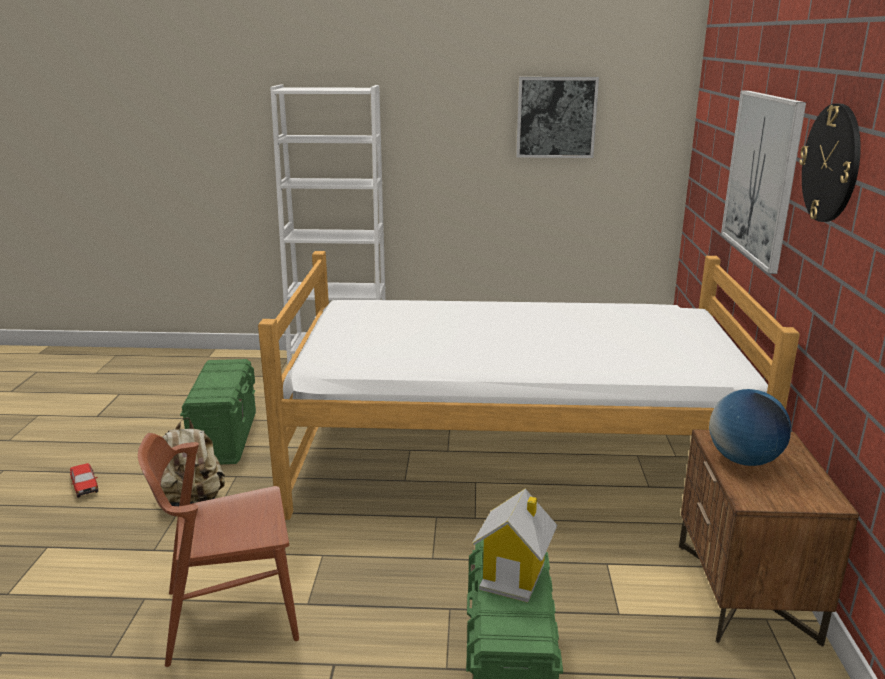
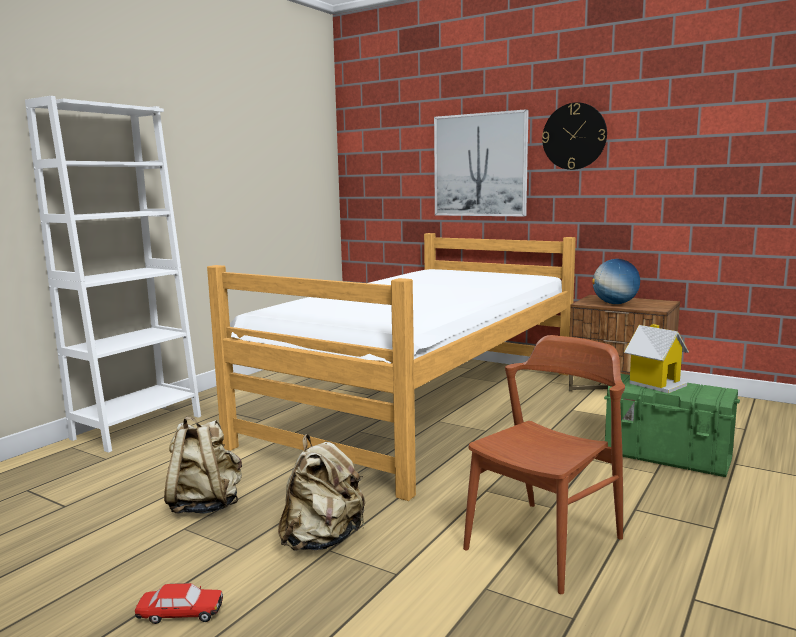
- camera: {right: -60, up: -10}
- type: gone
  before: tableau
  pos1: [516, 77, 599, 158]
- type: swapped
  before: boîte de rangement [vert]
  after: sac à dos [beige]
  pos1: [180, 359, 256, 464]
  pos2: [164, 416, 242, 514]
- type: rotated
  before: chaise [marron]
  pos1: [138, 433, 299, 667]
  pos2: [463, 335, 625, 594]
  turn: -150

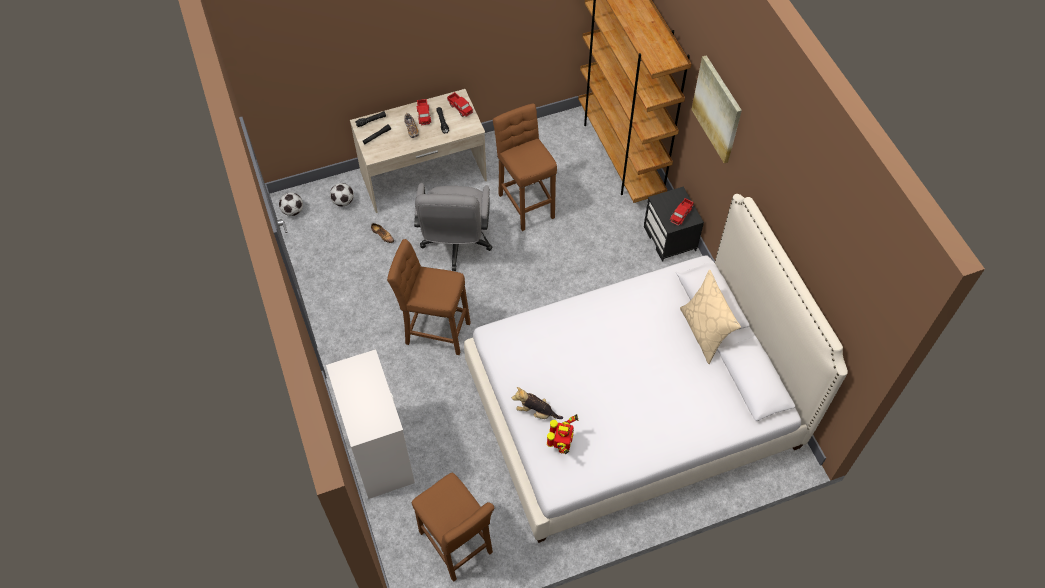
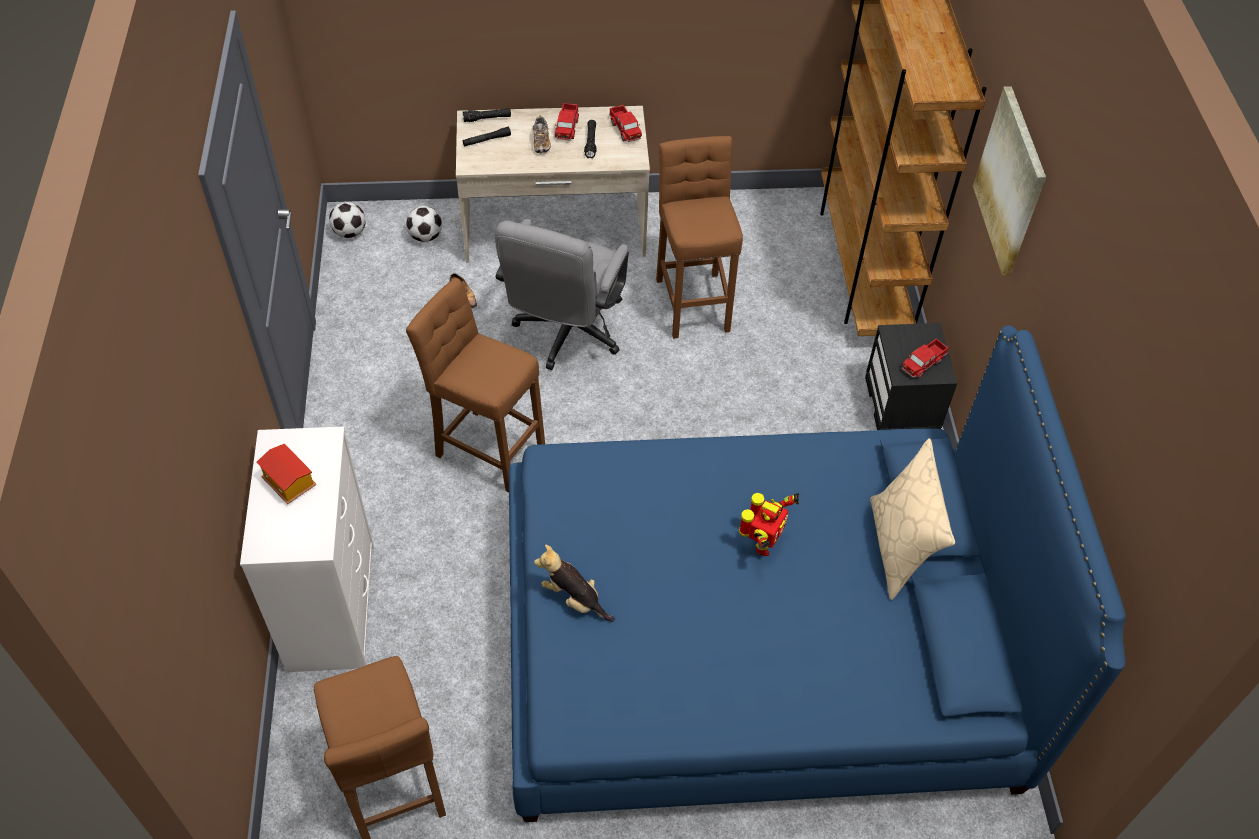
- camera: {right: 15, up: -5}
- type: repainted
  before: lit [blanc]
  after: lit [bleu]
  pos1: [464, 194, 848, 543]
  pos2: [509, 326, 1126, 822]
- type: shifted
  before: robot jouet
  pos1: [547, 414, 579, 455]
  pos2: [739, 493, 799, 556]
- type: new
  after: maison miniature
  pos2: [257, 443, 316, 504]

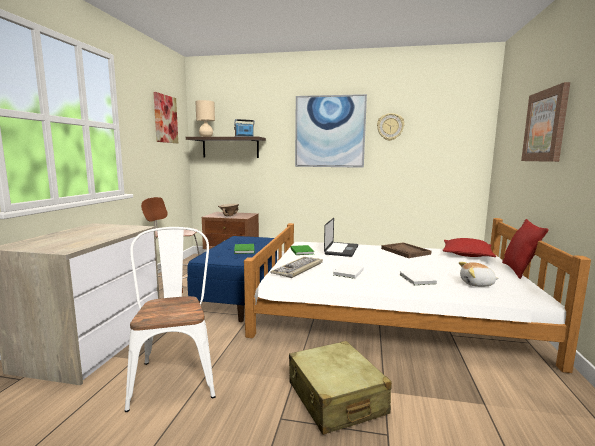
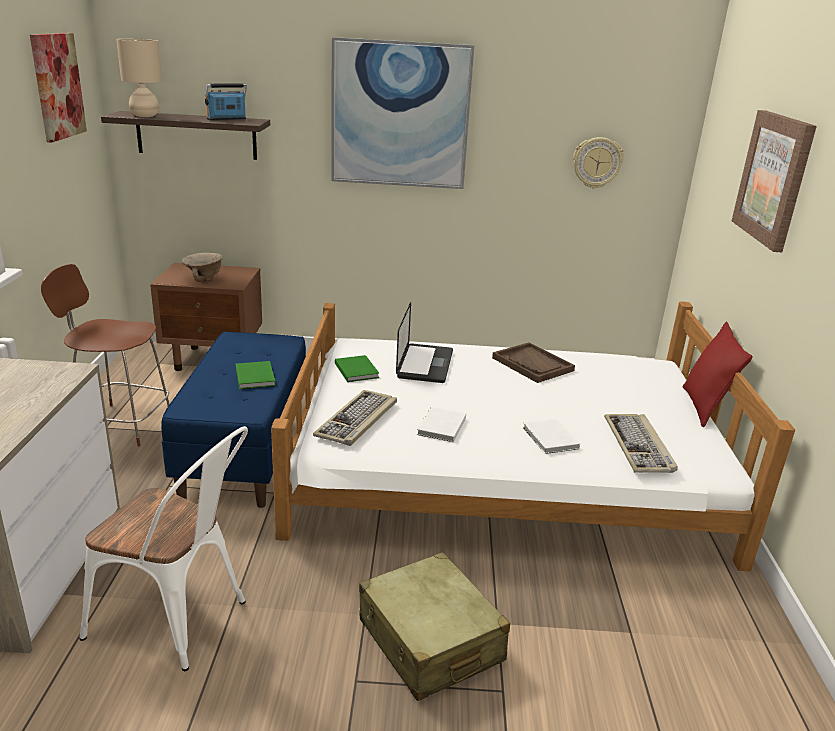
- camera: {right: -10, up: 15}
- type: shifted
  before: horloge murale
  pos1: [377, 113, 404, 141]
  pos2: [573, 137, 624, 189]
- type: rotated
  before: chaise [blanc]
  pos1: [125, 227, 216, 412]
  pos2: [80, 426, 248, 671]
  turn: 135
- type: gone
  before: coussin [rouge]
  pos1: [443, 238, 496, 257]
- type: swapped
  before: peluche
  after: clavier
  pos1: [459, 262, 499, 287]
  pos2: [604, 414, 678, 473]

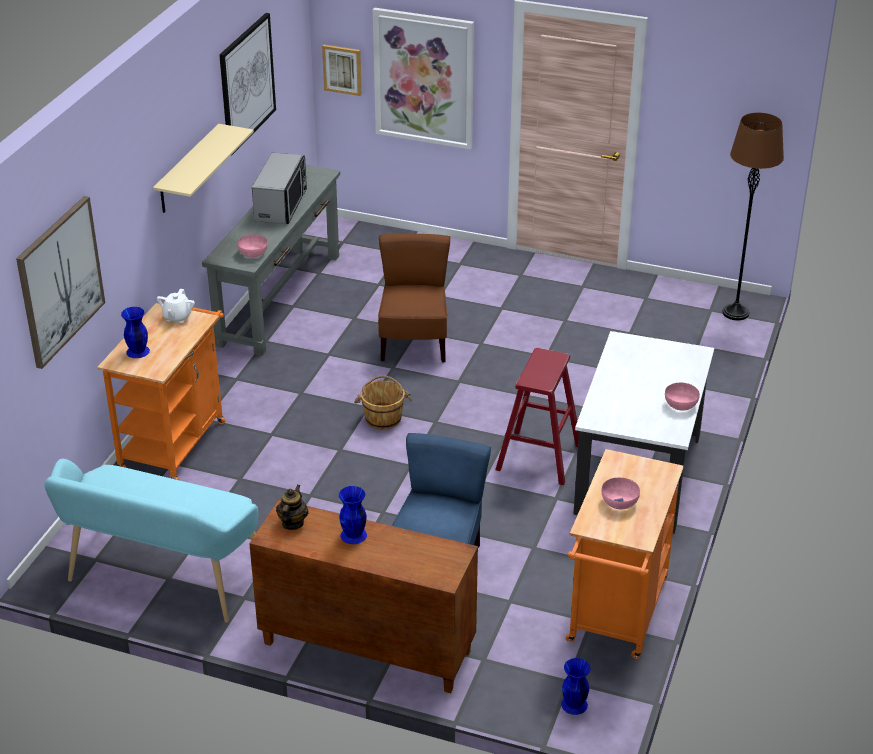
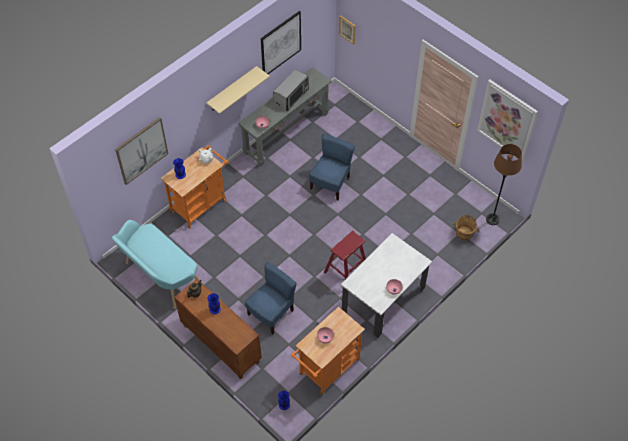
- camera: {right: 25, up: 20}
- type: shifted
  before: tableau
  pos1: [373, 8, 474, 150]
  pos2: [477, 80, 538, 161]
- type: repainted
  before: chaise [marron]
  after: chaise [bleu]
  pos1: [378, 234, 450, 363]
  pos2: [309, 134, 355, 200]
- type: shifted
  before: seau [marron]
  pos1: [354, 375, 412, 429]
  pos2: [453, 215, 479, 240]

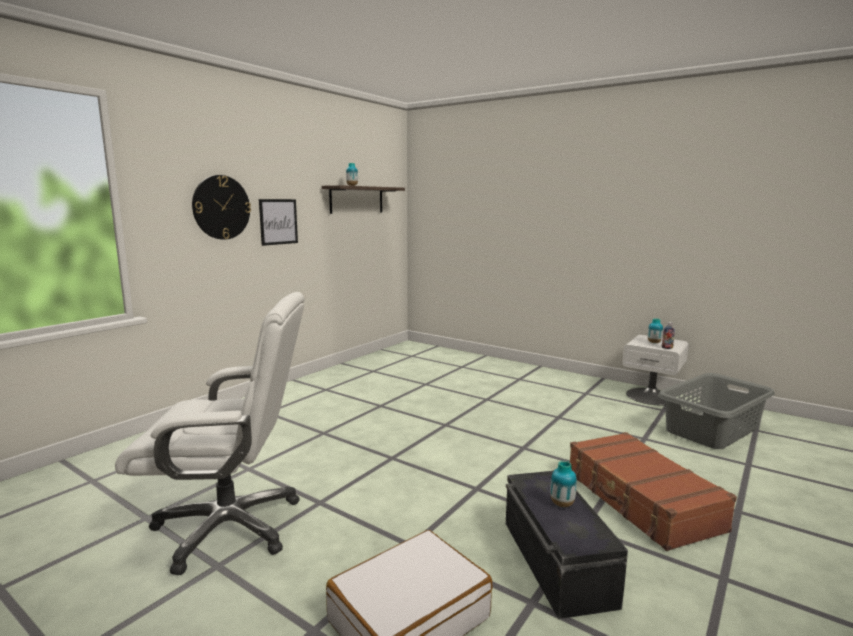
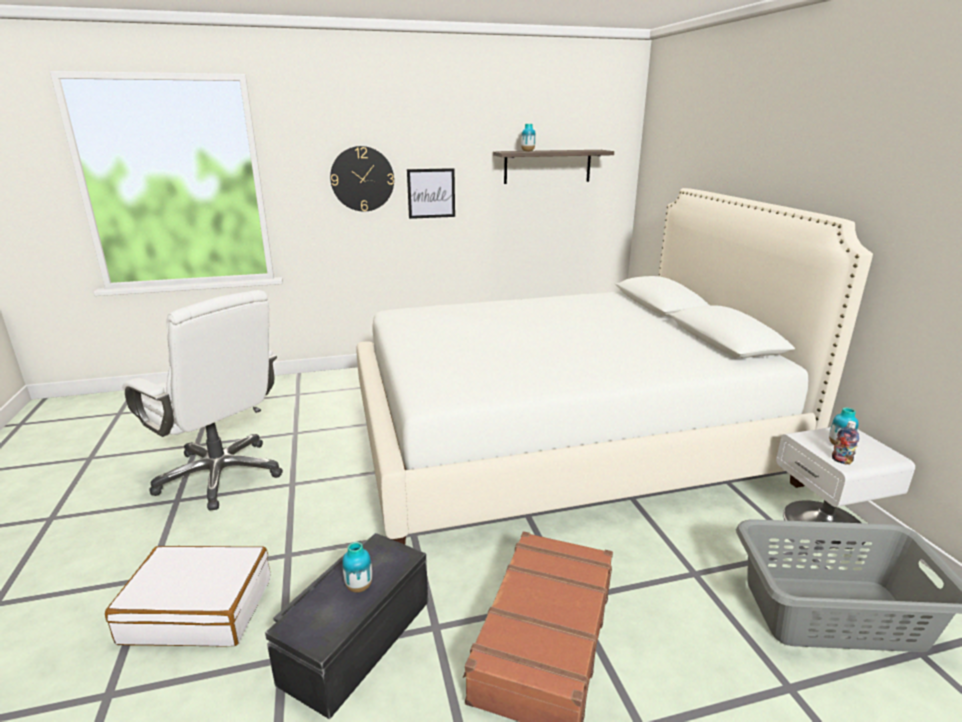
- camera: {right: 40, up: 10}
- type: new
  after: lit [blanc]
  pos2: [357, 188, 873, 545]

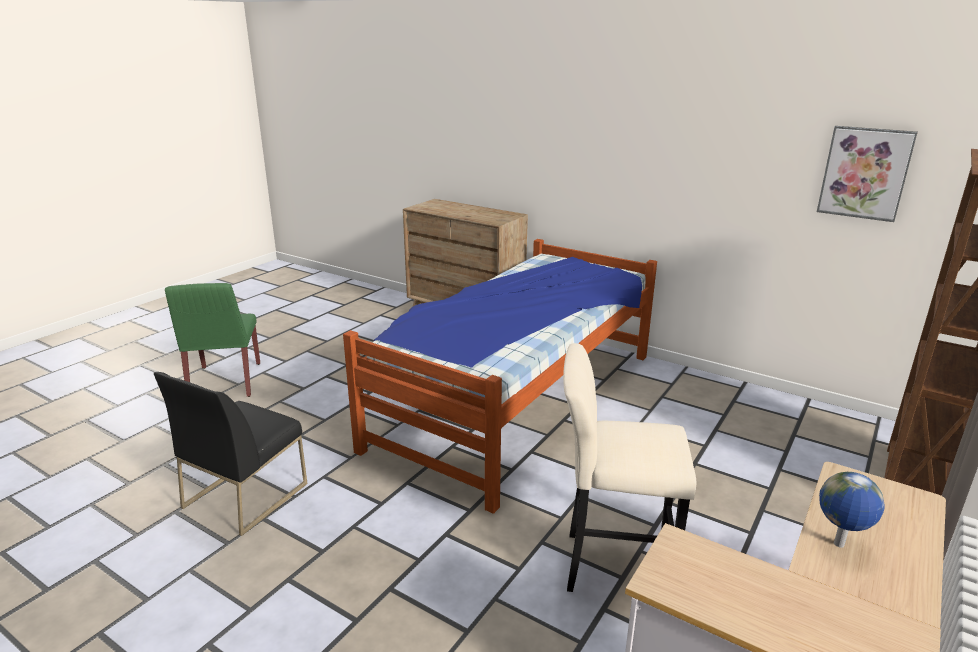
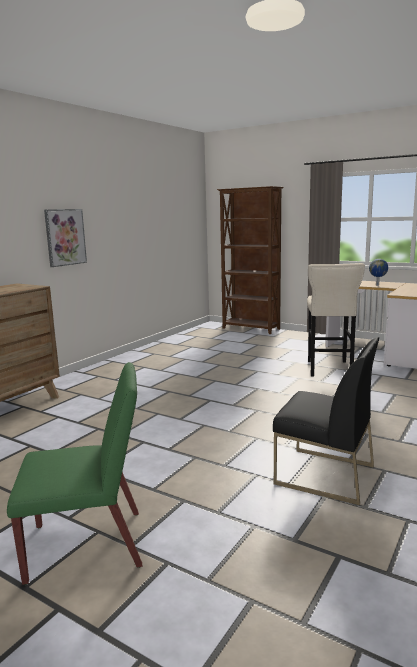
- camera: {right: -90, up: -10}
- type: shifted
  before: tableau
  pos1: [817, 126, 918, 222]
  pos2: [44, 209, 87, 267]
- type: gone
  before: lit
  pos1: [343, 239, 657, 514]

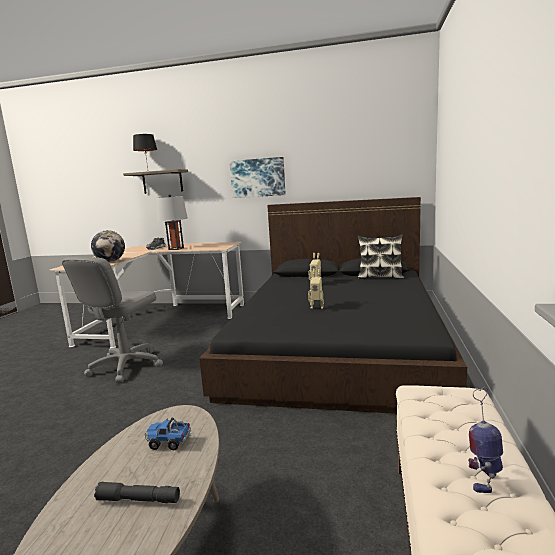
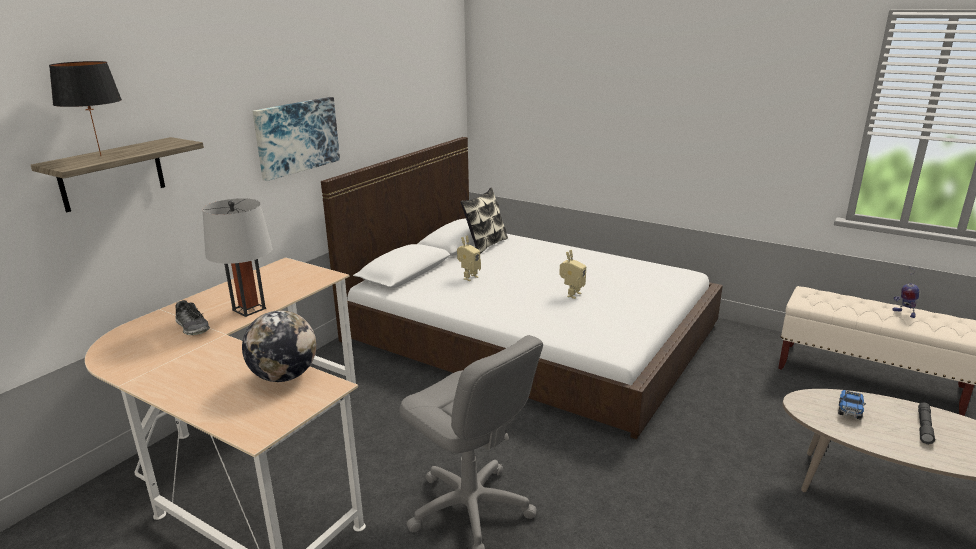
- camera: {right: -70, up: 10}
- type: repainted
  before: lit [noir]
  after: lit [blanc]
  pos1: [199, 197, 467, 414]
  pos2: [321, 137, 723, 439]

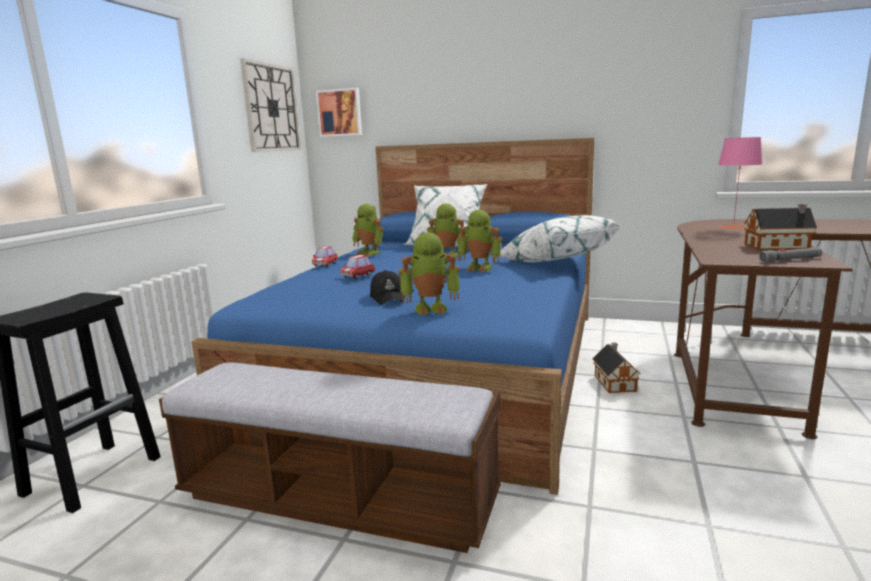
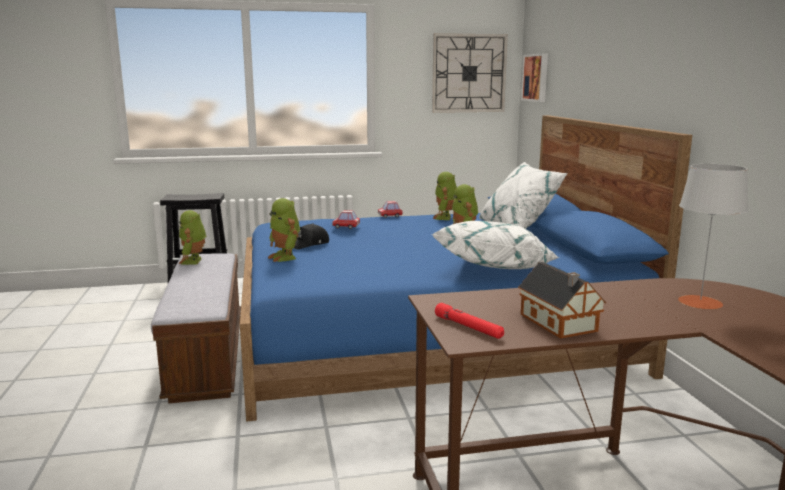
- camera: {right: 60, up: 0}
- type: repainted
  before: lampe de table [rose]
  after: lampe de table [gris]
  pos1: [718, 137, 762, 229]
  pos2: [678, 164, 748, 309]
- type: shifted
  before: robot jouet
  pos1: [457, 210, 502, 272]
  pos2: [179, 210, 206, 265]
- type: repainted
  before: lampe de poche [gris]
  after: lampe de poche [rouge]
  pos1: [759, 248, 822, 263]
  pos2: [435, 303, 504, 339]
- type: gone
  before: maison miniature
  pos1: [593, 343, 639, 393]

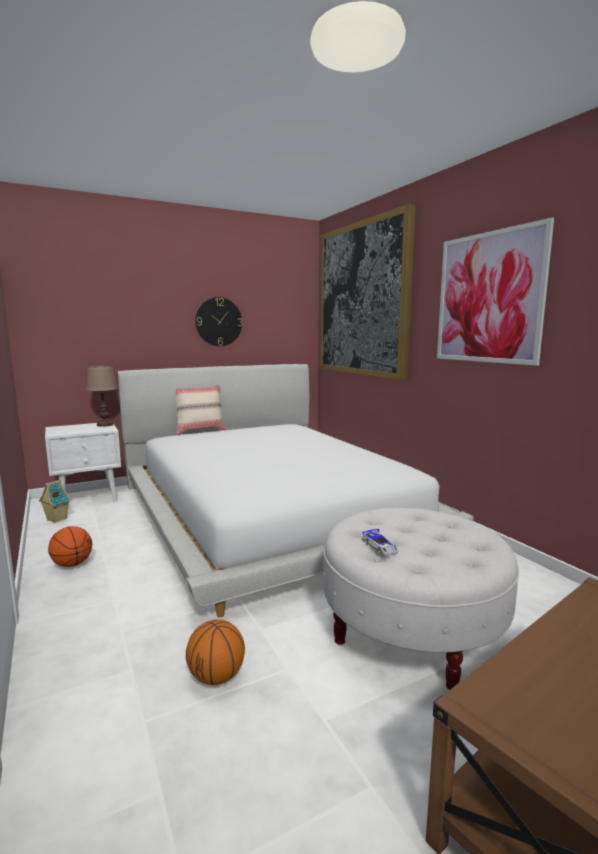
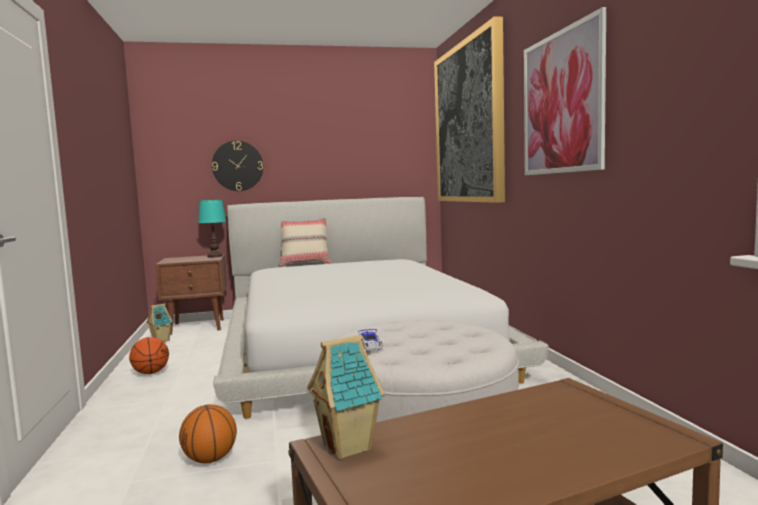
- camera: {right: 15, up: -5}
- type: shifted
  before: horloge murale
  pos1: [195, 297, 242, 346]
  pos2: [212, 141, 263, 191]
- type: repainted
  before: lampe de table [marron]
  after: lampe de table [turquoise]
  pos1: [86, 365, 117, 427]
  pos2: [198, 200, 227, 257]
- type: repainted
  before: table de chevet [blanc]
  after: table de chevet [marron]
  pos1: [45, 423, 121, 503]
  pos2: [155, 254, 227, 335]
- type: new
  after: maison miniature
  pos2: [307, 335, 385, 460]

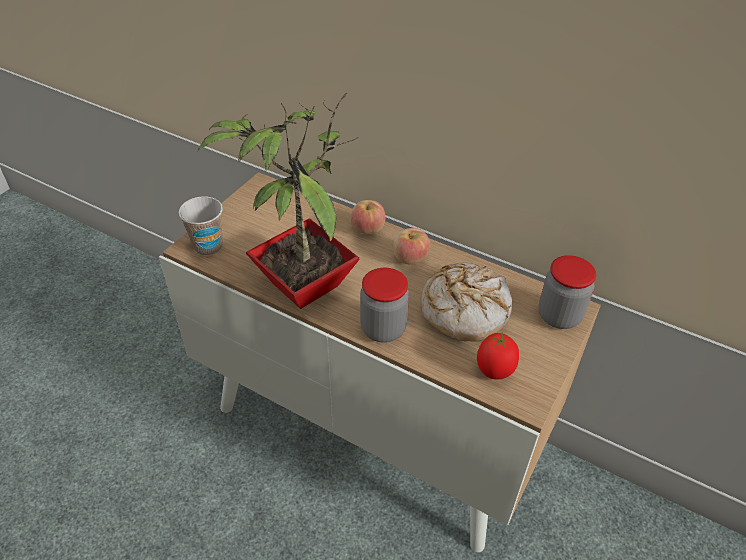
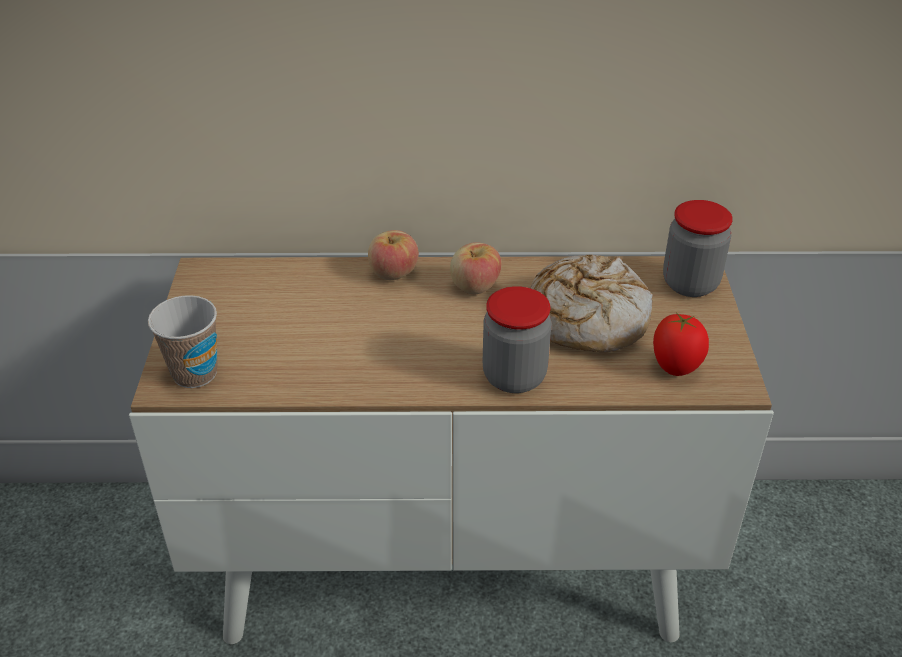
- camera: {right: -30, up: -5}
- type: gone
  before: plante en pot
  pos1: [198, 93, 360, 309]

